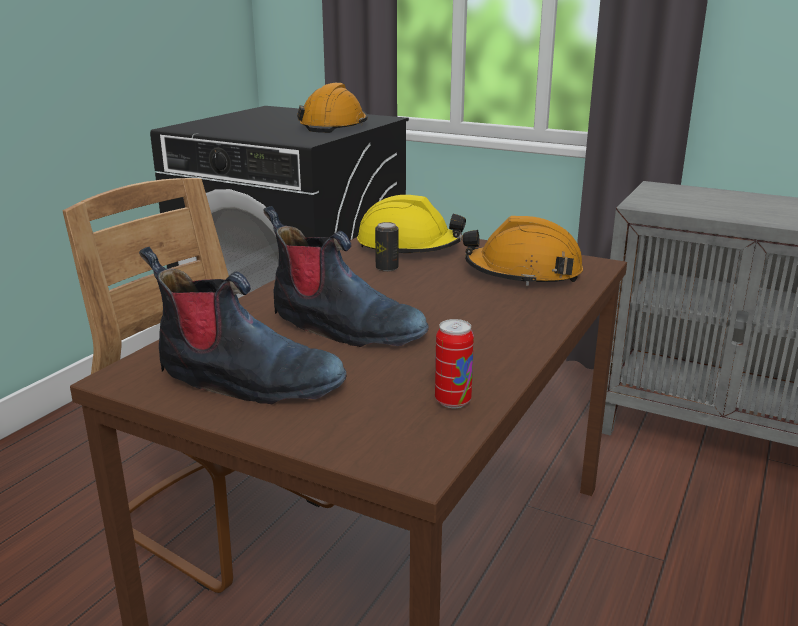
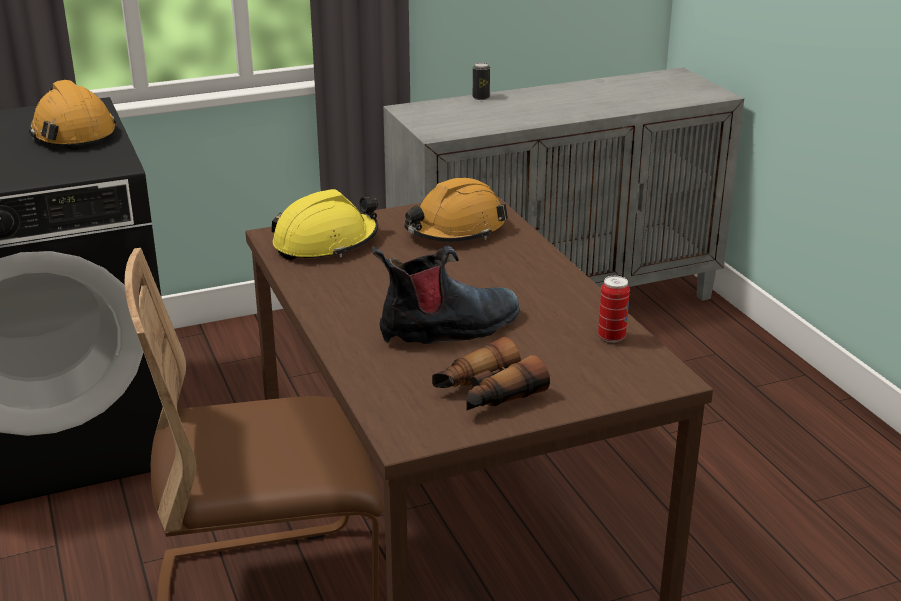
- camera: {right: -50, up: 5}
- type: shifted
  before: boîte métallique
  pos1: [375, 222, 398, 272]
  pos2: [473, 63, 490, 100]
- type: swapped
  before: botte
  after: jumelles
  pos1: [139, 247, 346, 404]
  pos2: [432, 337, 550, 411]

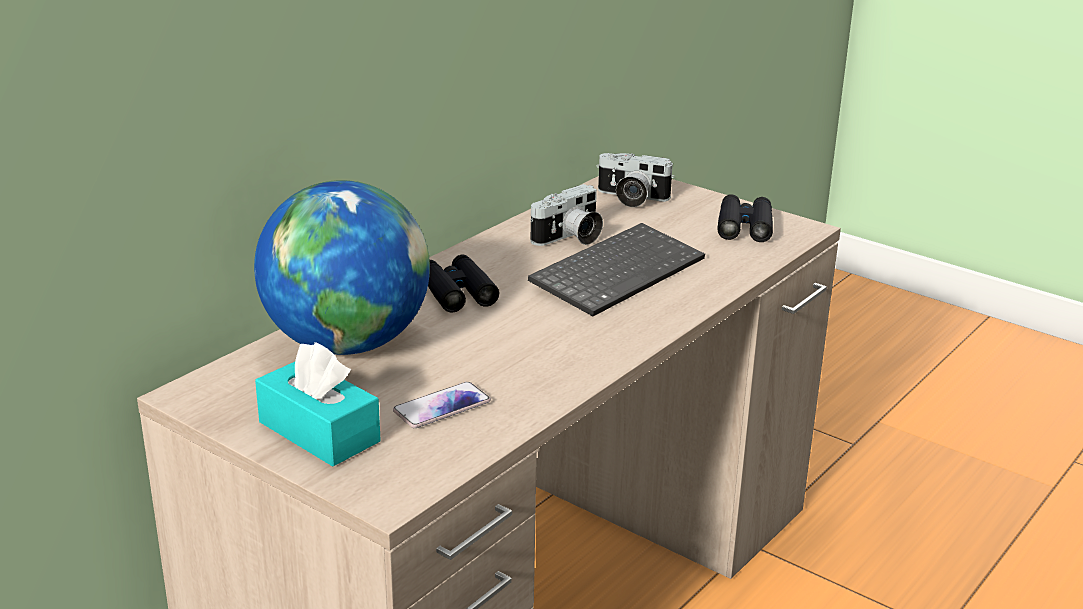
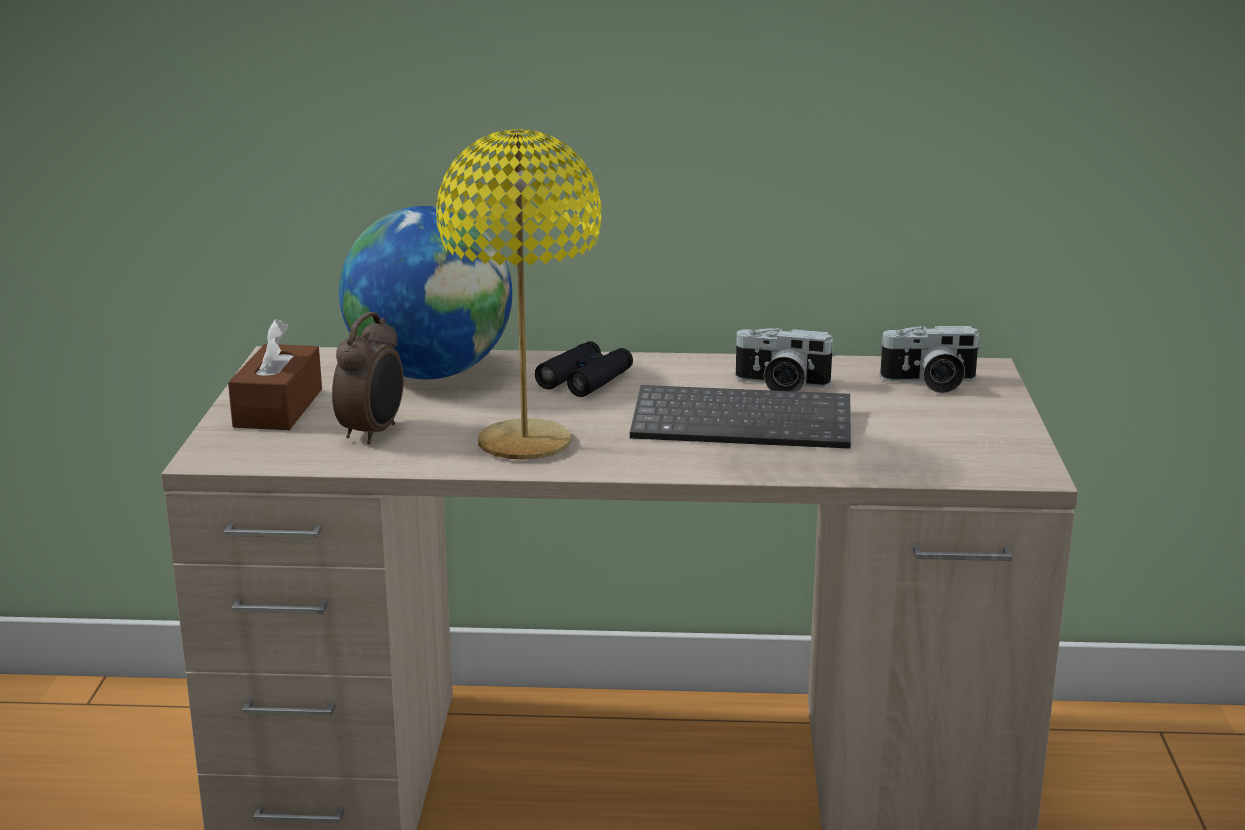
- camera: {right: 55, up: -5}
- type: rotated
  before: appareil photo
  pos1: [597, 153, 675, 207]
  pos2: [878, 326, 981, 393]
  turn: -75
- type: gone
  before: jumelles [noir]
  pos1: [717, 194, 773, 242]
- type: repainted
  before: boîte à mouchoirs [turquoise]
  after: boîte à mouchoirs [marron]
  pos1: [255, 342, 381, 466]
  pos2: [228, 319, 322, 430]
- type: swapped
  before: téléphone
  after: réveil
  pos1: [393, 382, 491, 428]
  pos2: [332, 312, 404, 444]
- type: new
  after: lampe de table [jaune]
  pos2: [436, 129, 602, 460]

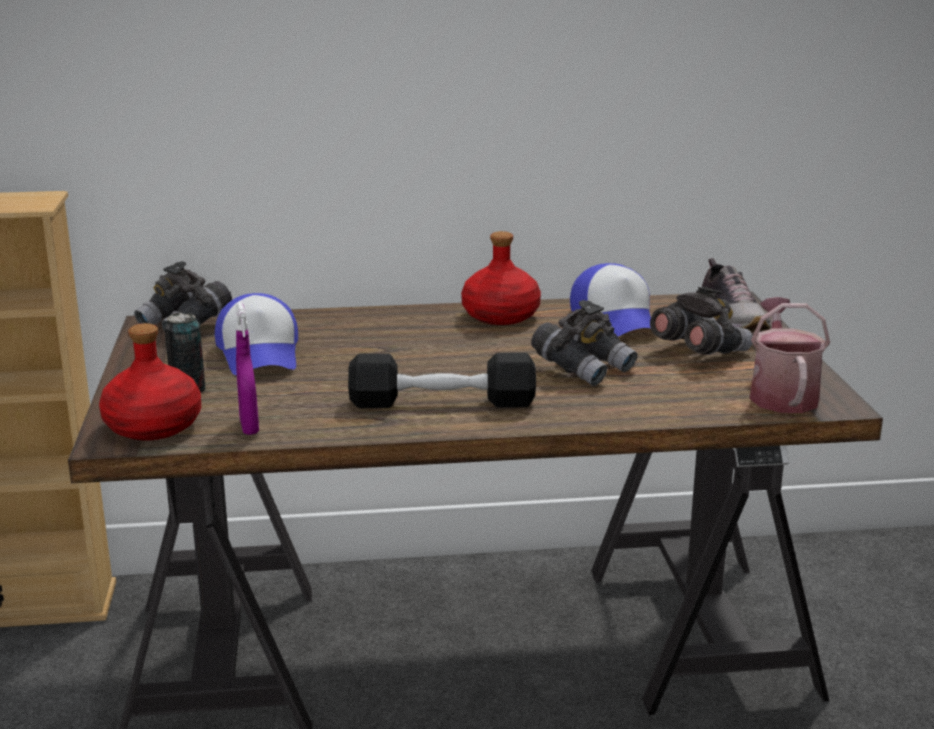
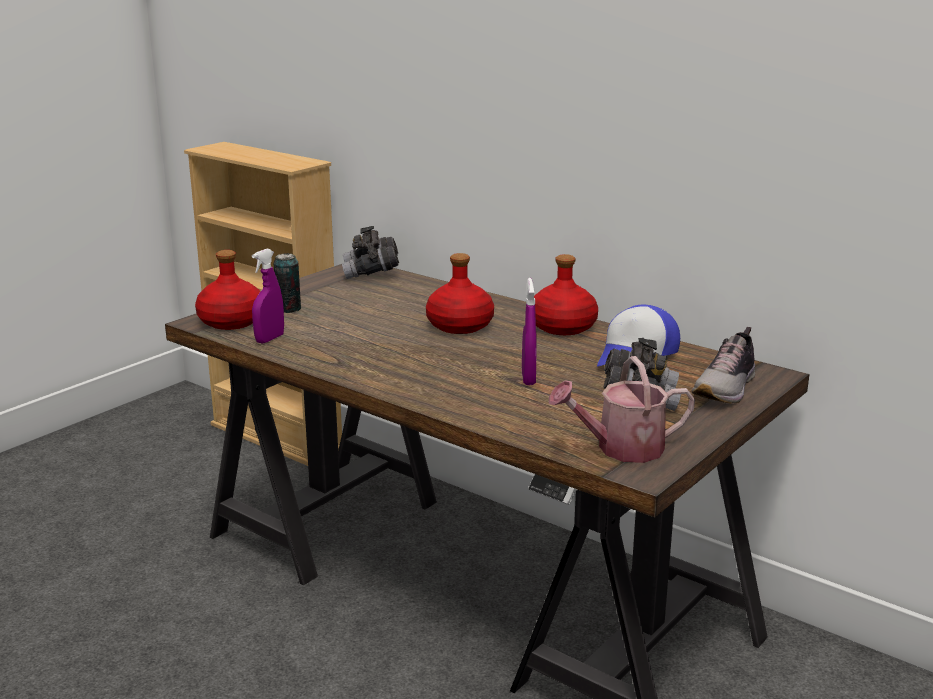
- camera: {right: 45, up: 0}
- type: gone
  before: casquette
  pos1: [215, 293, 298, 375]
- type: rotated
  before: arrosoir
  pos1: [749, 297, 830, 413]
  pos2: [549, 356, 695, 463]
  turn: -150
- type: swapped
  before: jumelles [gris]
  after: vaporisateur [violet]
  pos1: [531, 300, 638, 386]
  pos2: [522, 278, 537, 385]
- type: gone
  before: haltère [noir]
  pos1: [348, 353, 536, 408]
- type: new
  after: bouteille [rouge]
  pos2: [426, 253, 494, 334]

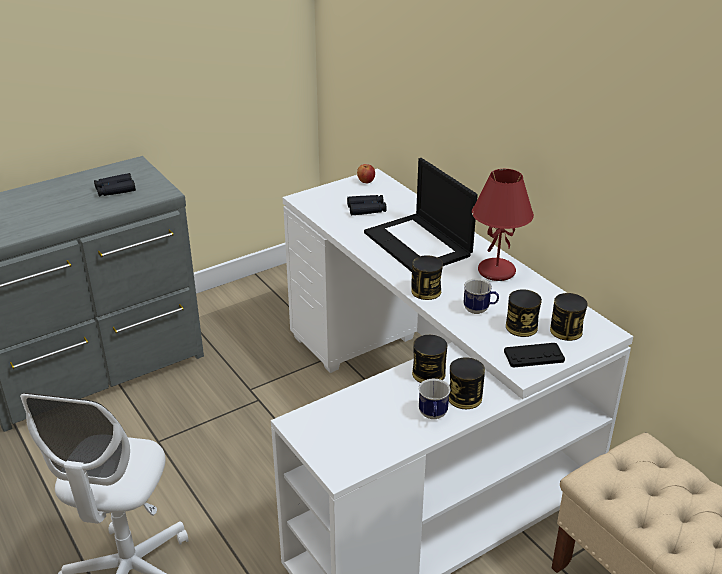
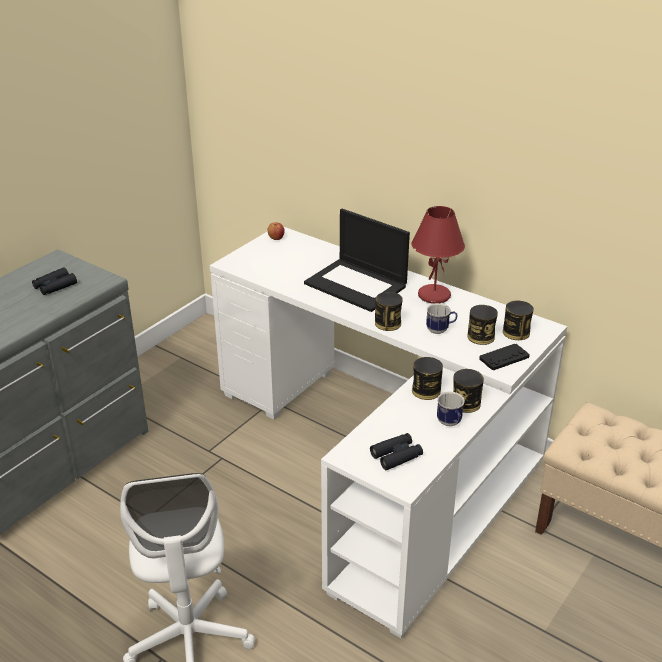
- camera: {right: -20, up: 0}
- type: shifted
  before: jumelles [noir]
  pos1: [347, 195, 387, 216]
  pos2: [370, 433, 423, 470]

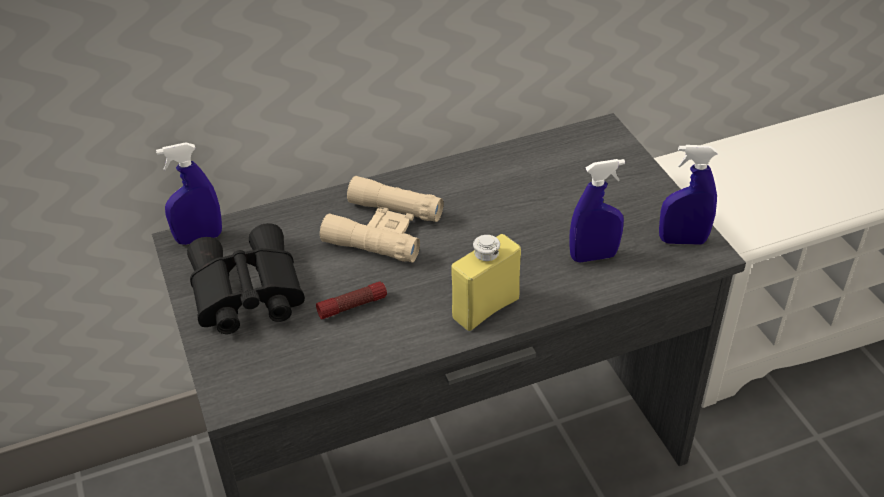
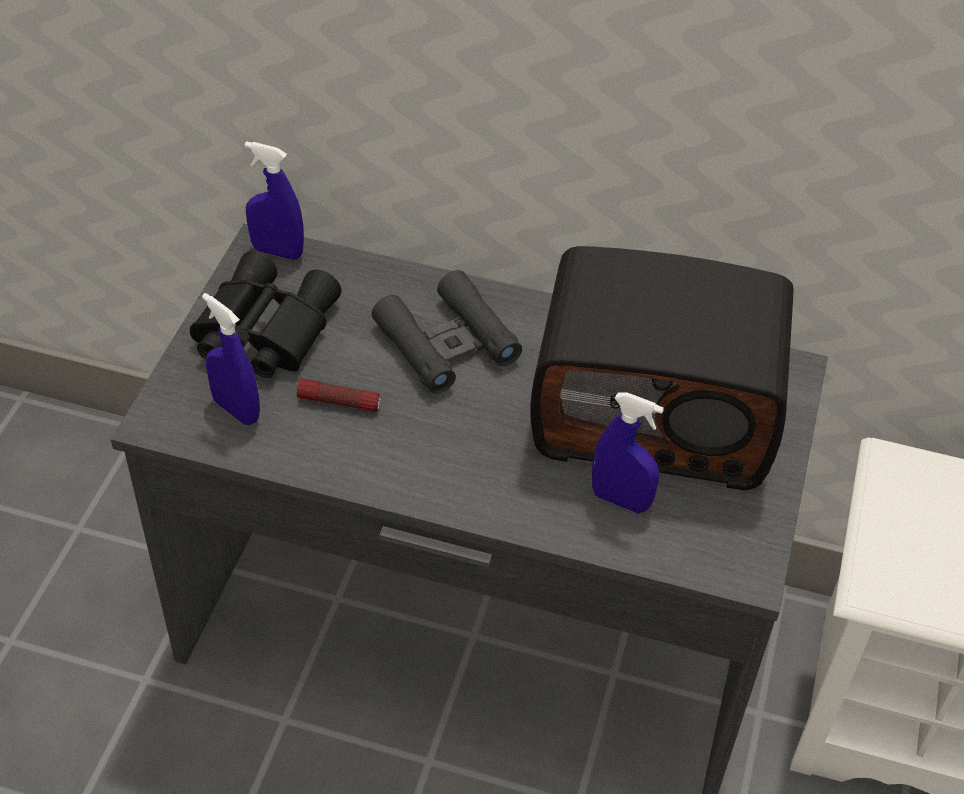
- camera: {right: 35, up: 5}
- type: shifted
  before: vaporisateur [bleu]
  pos1: [659, 145, 718, 245]
  pos2: [202, 293, 260, 425]
- type: repainted
  before: jumelles [beige]
  after: jumelles [noir]
  pos1: [320, 176, 444, 262]
  pos2: [372, 270, 522, 394]
- type: gone
  before: bouteille [jaune]
  pos1: [451, 234, 521, 331]
- type: new
  after: radio
  pos2: [531, 246, 793, 490]

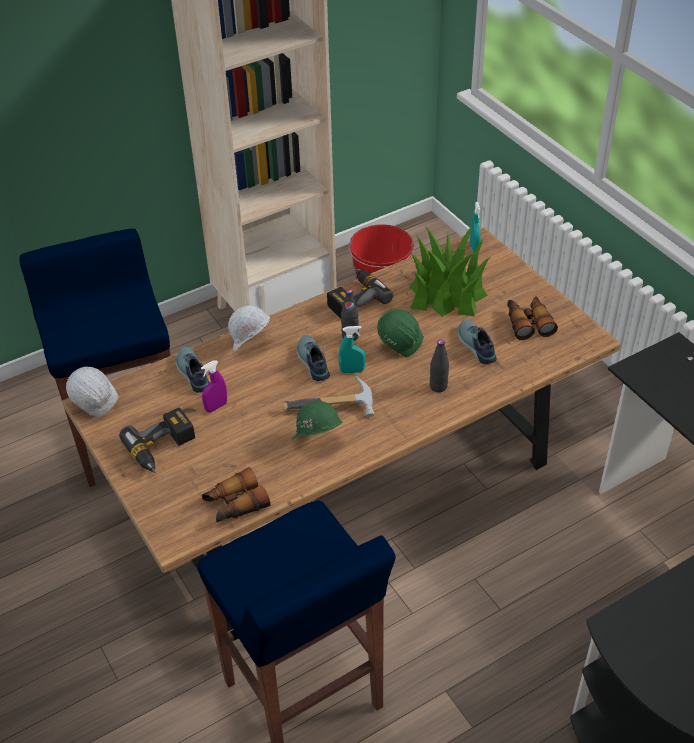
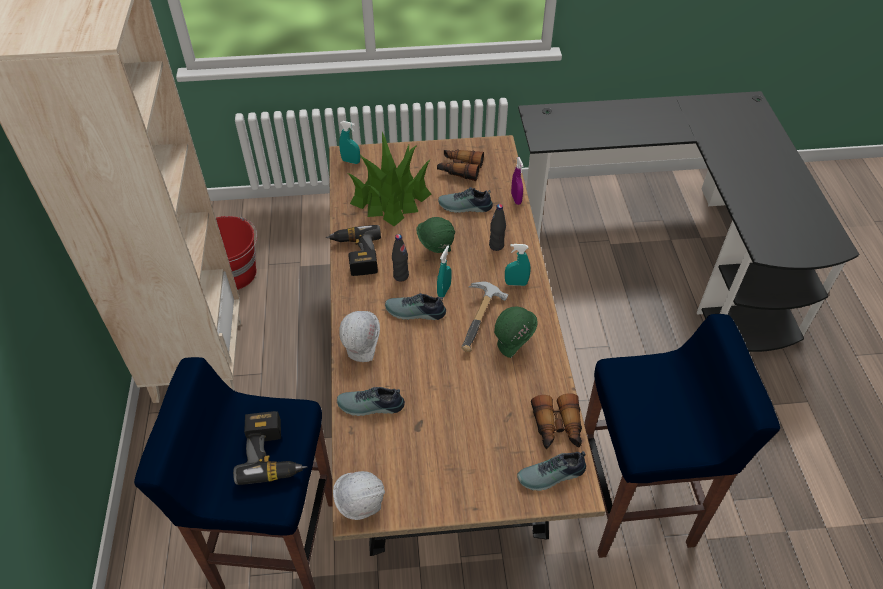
- camera: {right: -65, up: 5}
- type: shifted
  before: vaporisateur [violet]
  pos1: [201, 360, 227, 412]
  pos2: [511, 157, 523, 205]
- type: shifted
  before: perceuse
  pos1: [119, 408, 195, 473]
  pos2: [233, 411, 308, 485]
- type: new
  after: vaporisateur [turquoise]
  pos2: [505, 244, 531, 286]
- type: new
  after: chaussure
  pos2: [517, 451, 586, 491]

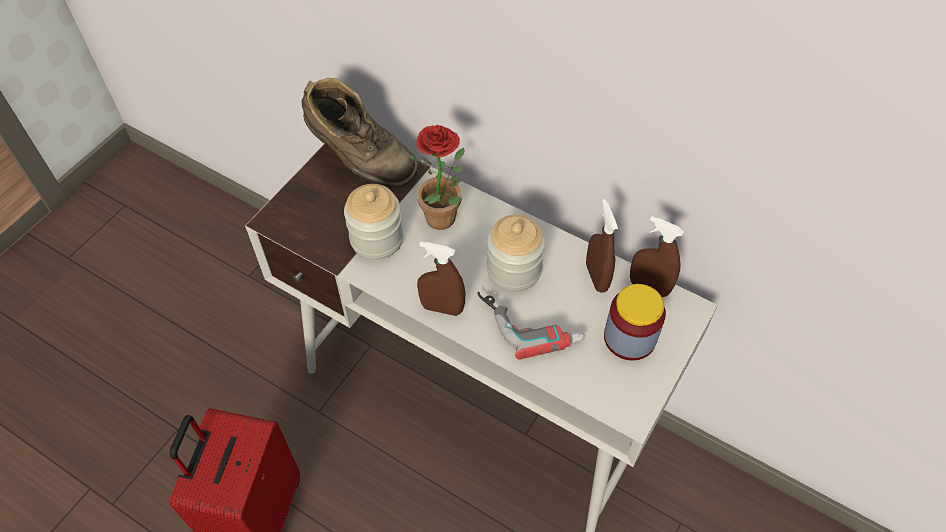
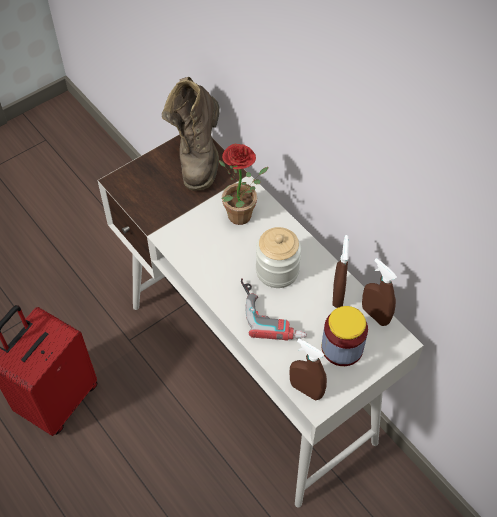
- camera: {right: 20, up: 0}
- type: rotated
  before: botte [marron]
  pos1: [302, 78, 419, 188]
  pos2: [162, 77, 220, 191]
  turn: 45
- type: gone
  before: bocal
  pos1: [344, 184, 403, 260]
- type: shifted
  before: vaporisateur [marron]
  pos1: [417, 241, 465, 316]
  pos2: [289, 339, 327, 400]

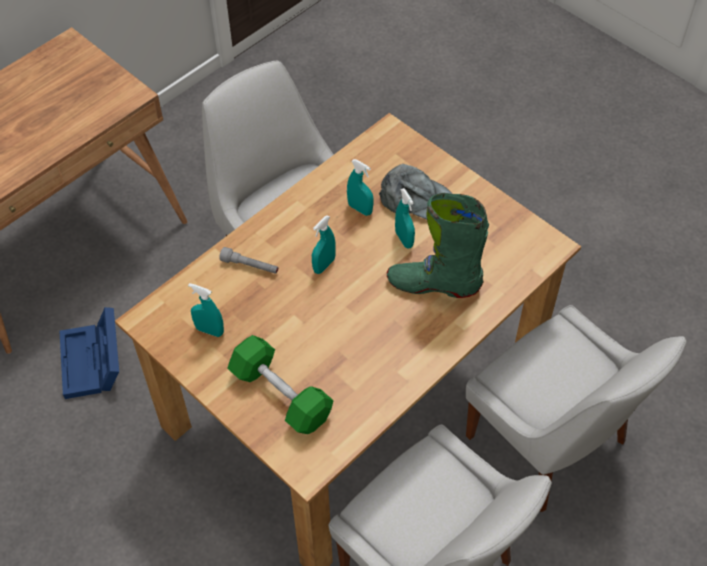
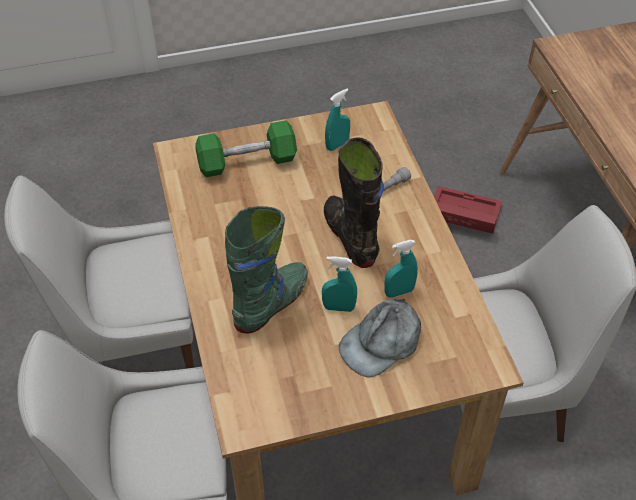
- camera: {right: 120, up: -5}
- type: swapped
  before: vaporisateur [turquoise]
  after: botte [noir]
  pos1: [312, 215, 336, 274]
  pos2: [324, 137, 384, 268]
- type: repainted
  before: boîte de rangement [bleu]
  after: boîte de rangement [rouge]
  pos1: [59, 307, 119, 399]
  pos2: [434, 186, 502, 234]

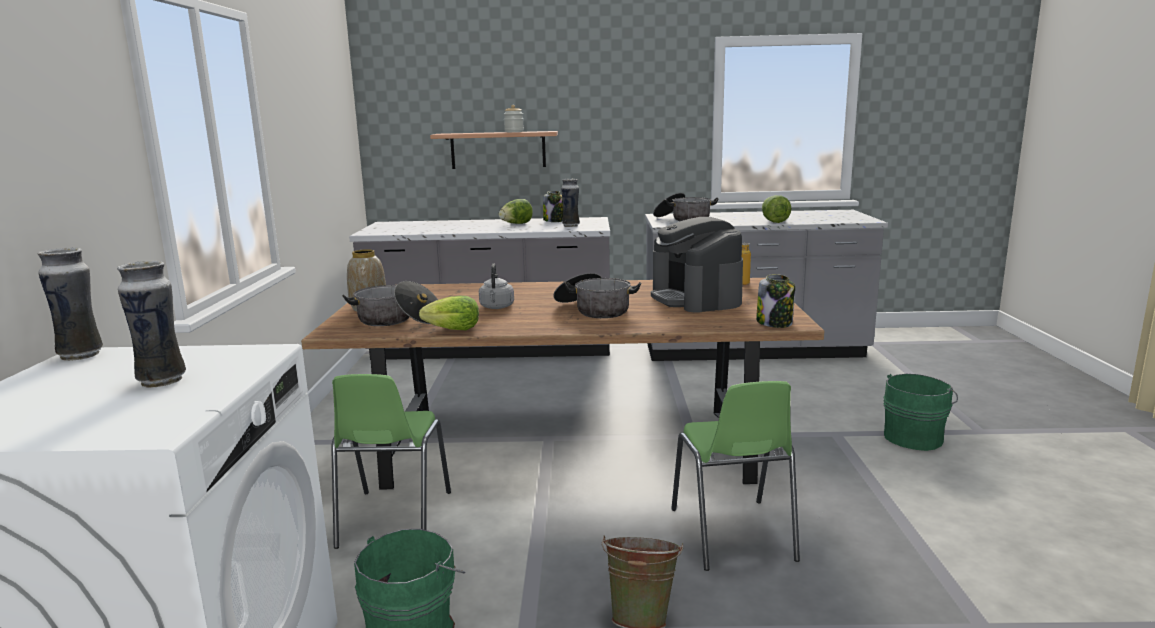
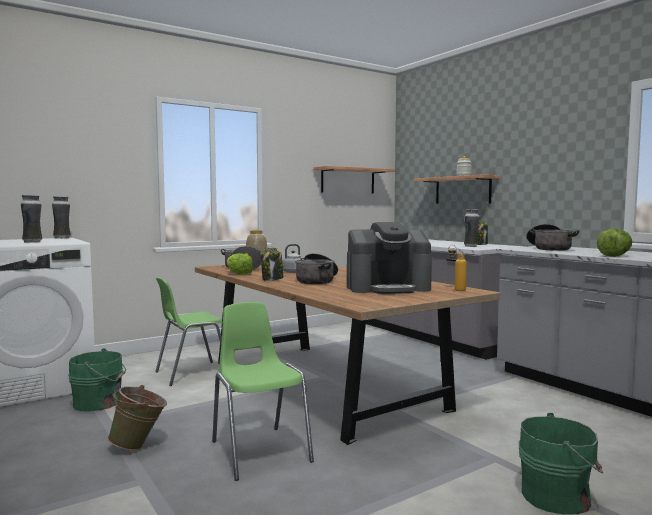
- camera: {right: 55, up: -10}
- type: gone
  before: laitue
  pos1: [499, 199, 533, 224]
- type: rotated
  before: machine à café
  pos1: [651, 217, 743, 313]
  pos2: [347, 222, 432, 294]
  turn: -135
- type: shifted
  before: bocal
  pos1: [756, 274, 795, 328]
  pos2: [261, 248, 284, 281]
- type: rotated
  before: chaise [vert]
  pos1: [671, 381, 800, 571]
  pos2: [212, 302, 314, 481]
  turn: 105
- type: new
  after: étagère
  pos2: [313, 166, 395, 193]

